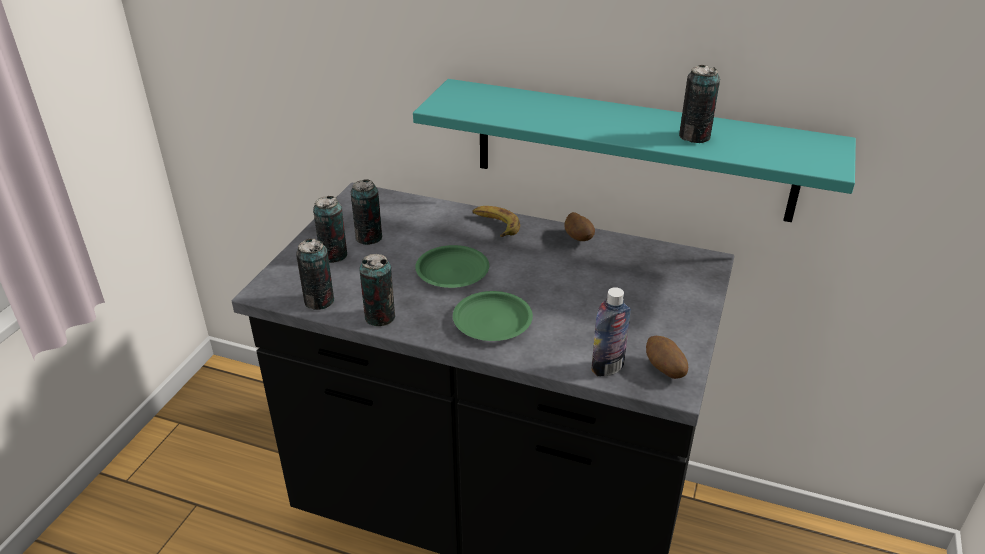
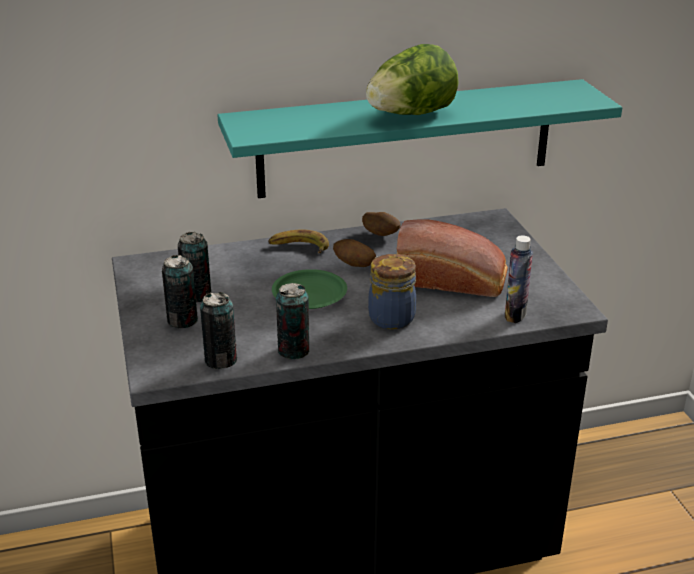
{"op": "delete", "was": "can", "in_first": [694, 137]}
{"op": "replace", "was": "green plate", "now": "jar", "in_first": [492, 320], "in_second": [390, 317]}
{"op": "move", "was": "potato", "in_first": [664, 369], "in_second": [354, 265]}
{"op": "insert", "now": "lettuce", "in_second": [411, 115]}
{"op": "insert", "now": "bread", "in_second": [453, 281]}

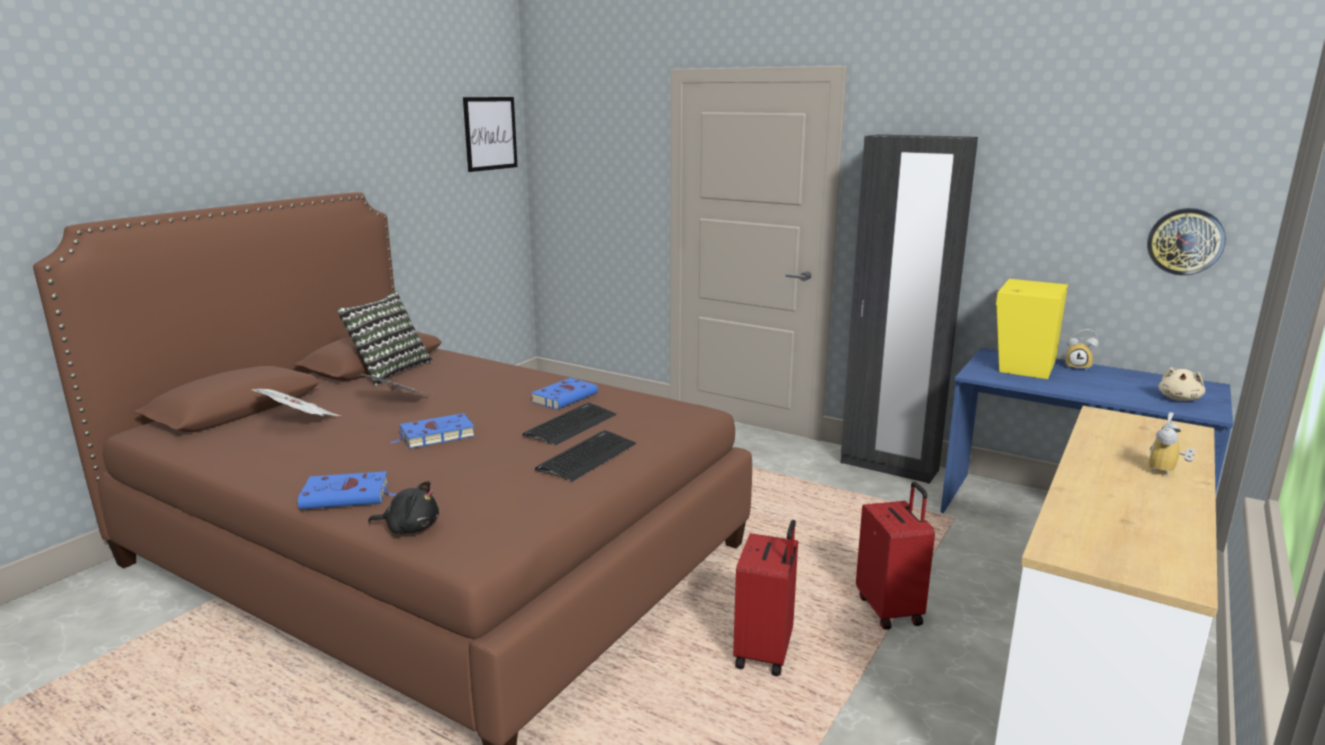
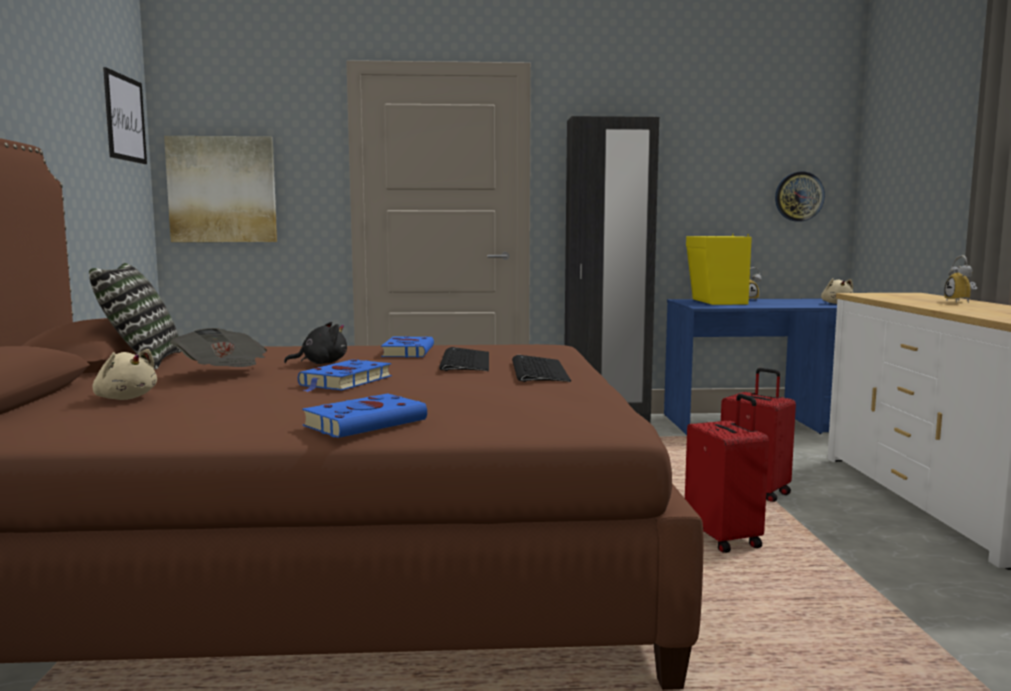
{"op": "replace", "was": "newspaper", "now": "beige plush toy", "in_first": [300, 421], "in_second": [125, 398]}
{"op": "move", "was": "black plush toy", "in_first": [410, 528], "in_second": [321, 363]}
{"op": "insert", "now": "picture", "in_second": [222, 189]}

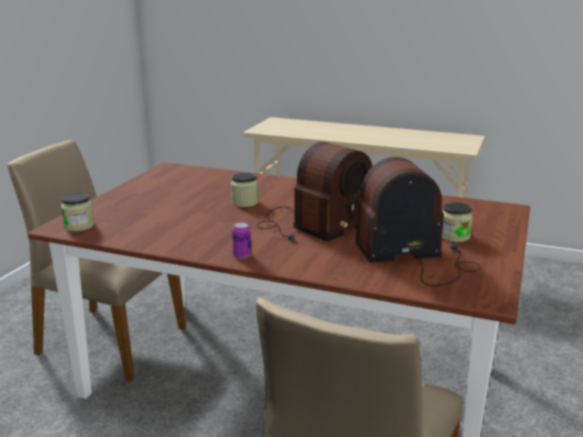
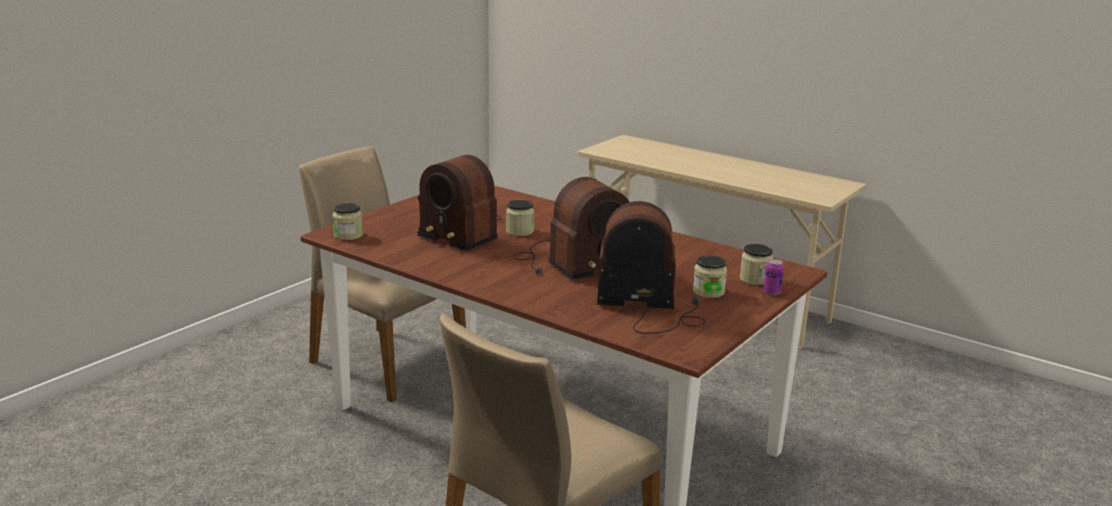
{"op": "move", "was": "can", "in_first": [242, 256], "in_second": [771, 292]}
{"op": "insert", "now": "radio", "in_second": [459, 231]}
{"op": "insert", "now": "jar", "in_second": [755, 279]}

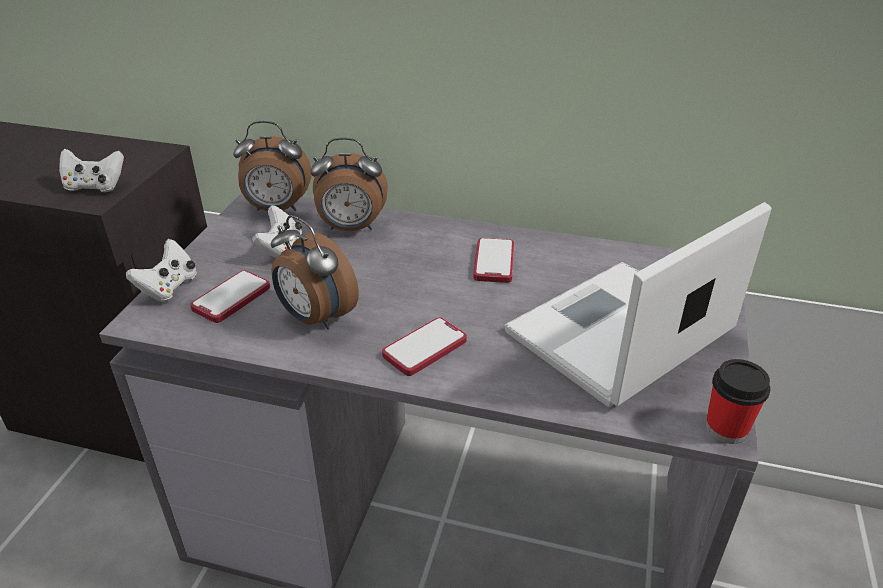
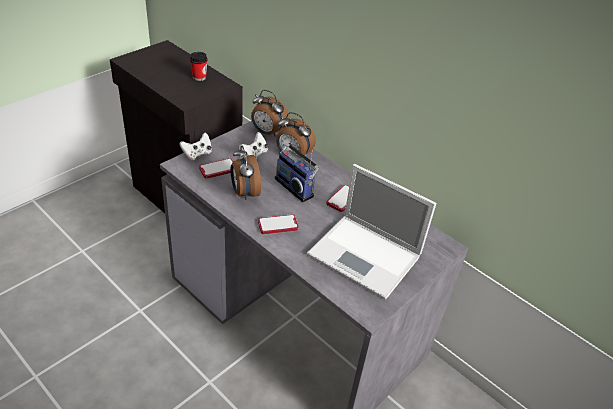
{"op": "delete", "was": "white game controller", "in_first": [95, 187]}
{"op": "rotate", "was": "laptop", "in_first": [617, 334], "in_second": [366, 256], "clockwise": -135}
{"op": "move", "was": "cup", "in_first": [726, 428], "in_second": [199, 77]}
{"op": "insert", "now": "radio", "in_second": [296, 186]}

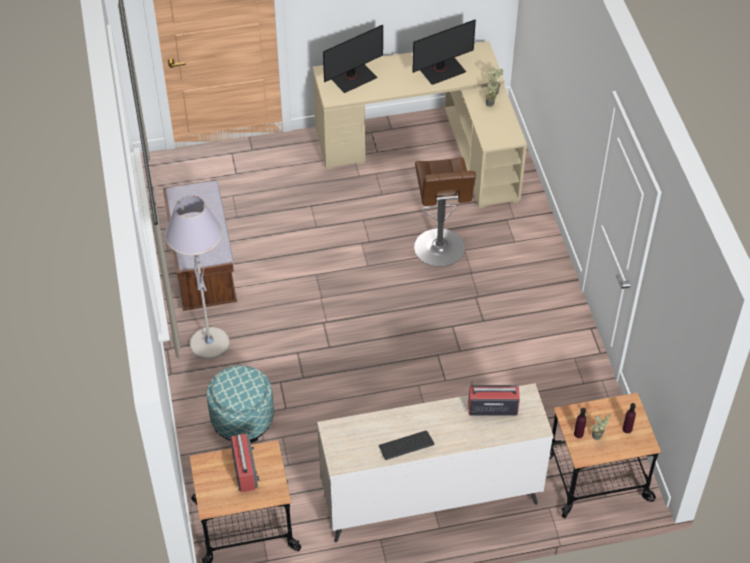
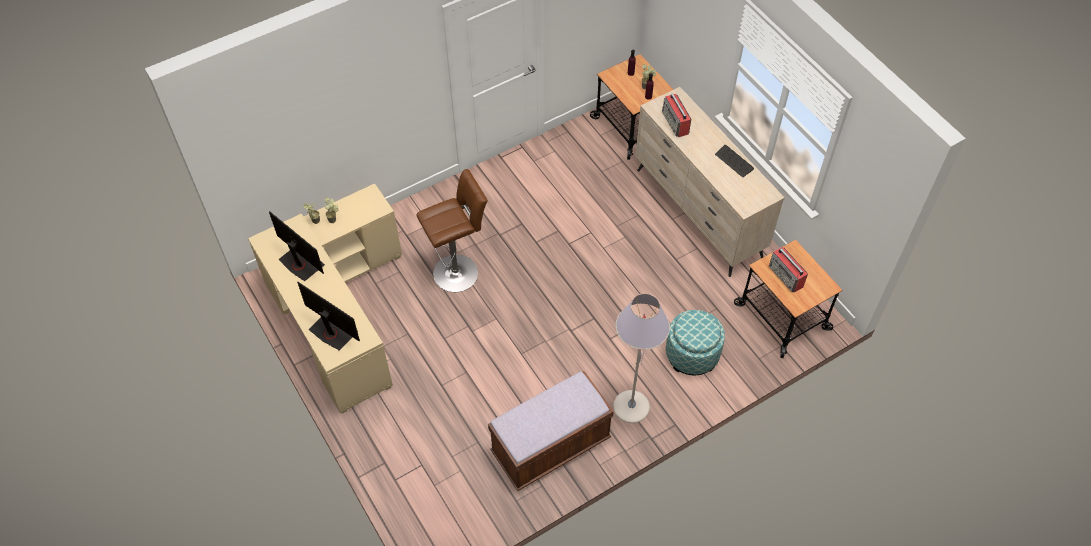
{"op": "rotate", "was": "radio", "in_first": [244, 469], "in_second": [786, 276], "clockwise": -90}

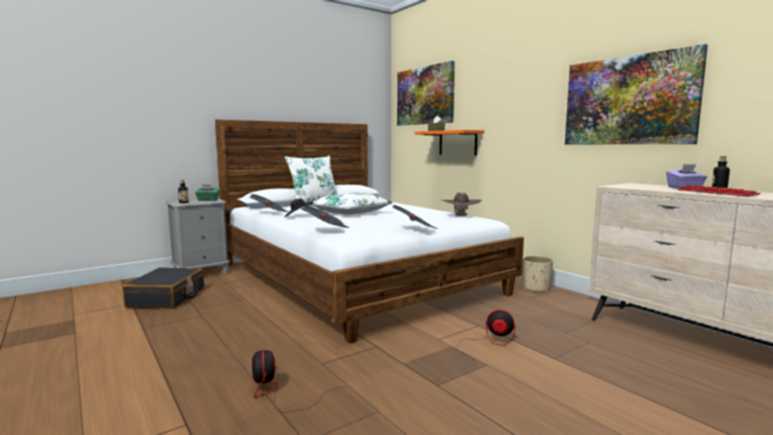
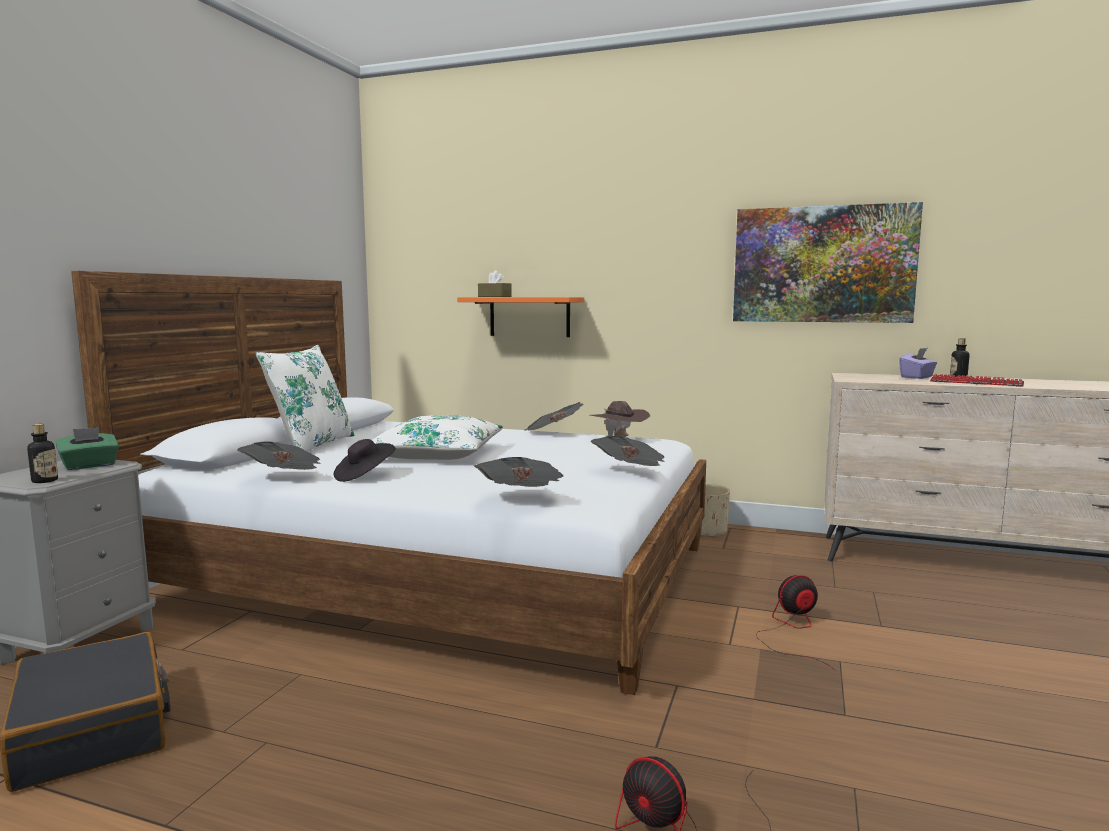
{"op": "delete", "was": "picture", "in_first": [424, 96]}
{"op": "insert", "now": "newspaper", "in_second": [553, 433]}

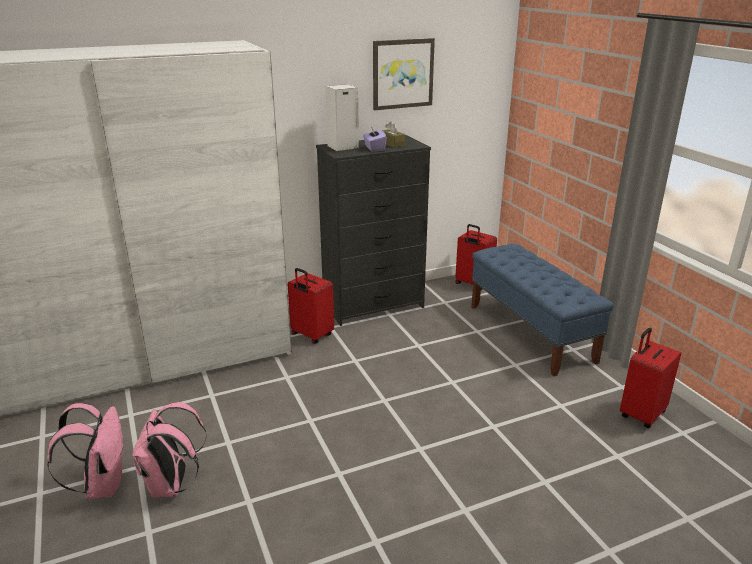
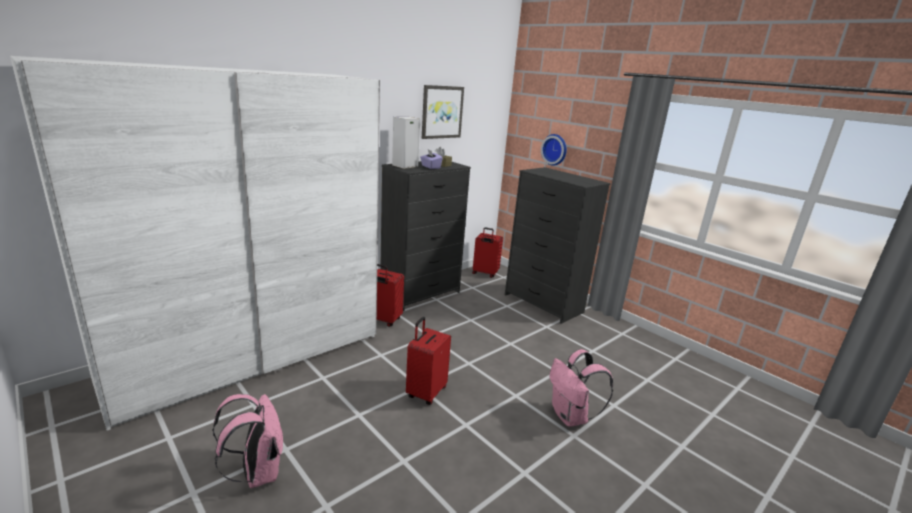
{"op": "replace", "was": "blue bench", "now": "black dresser", "in_first": [530, 333], "in_second": [544, 304]}
{"op": "move", "was": "red suitcase", "in_first": [641, 414], "in_second": [425, 392]}
{"op": "move", "was": "pink backpack", "in_first": [171, 486], "in_second": [571, 417]}
{"op": "insert", "now": "wall clock", "in_second": [555, 149]}

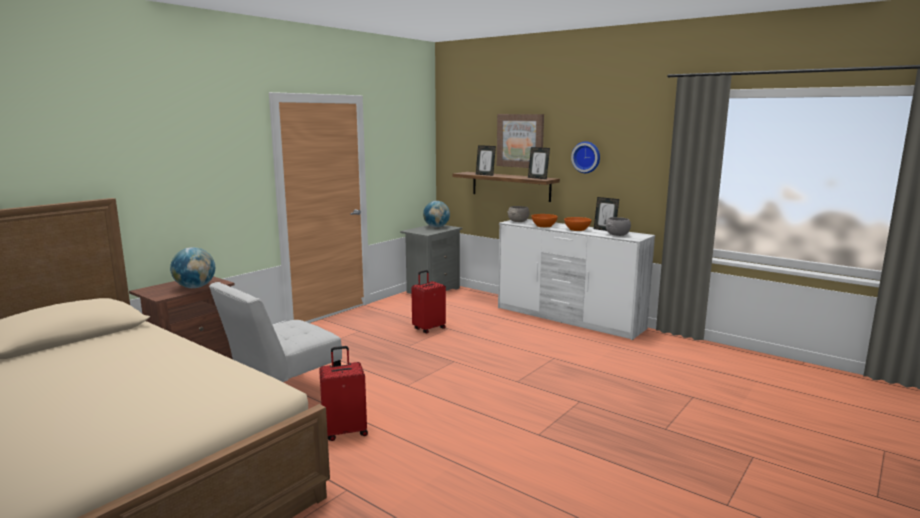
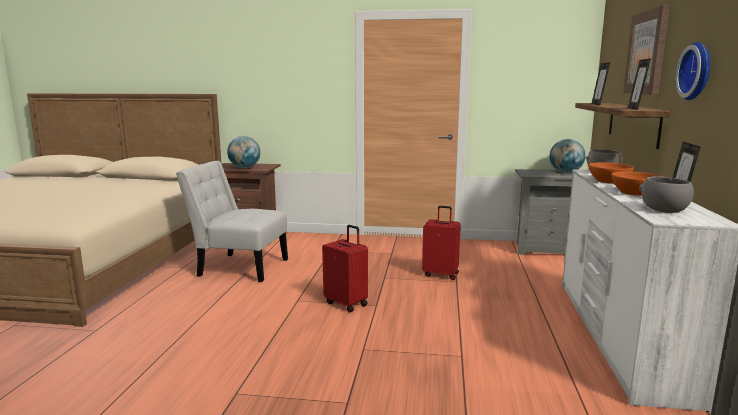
{"op": "move", "was": "red suitcase", "in_first": [345, 431], "in_second": [347, 303]}

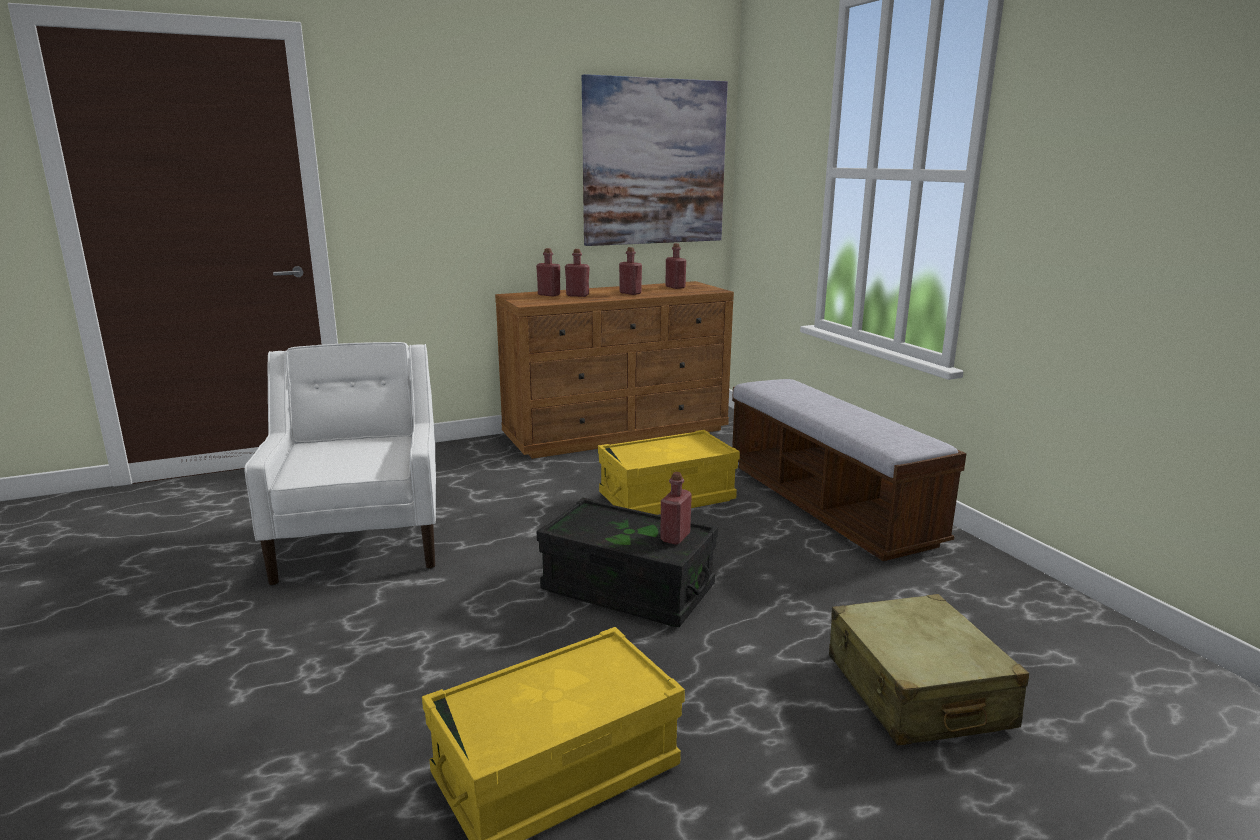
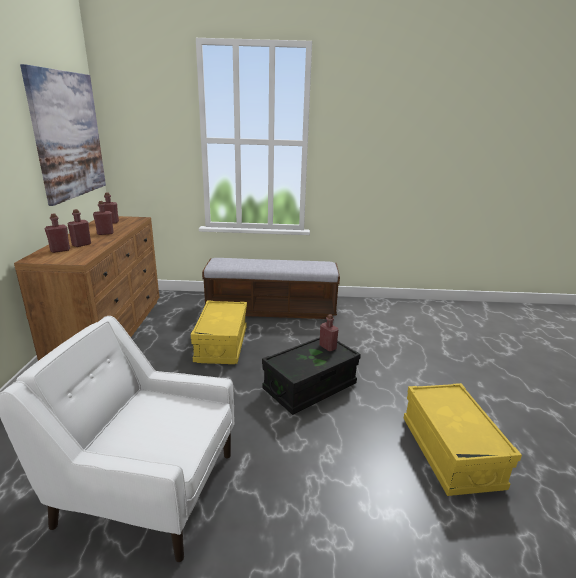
{"op": "delete", "was": "beige suitcase", "in_first": [916, 691]}

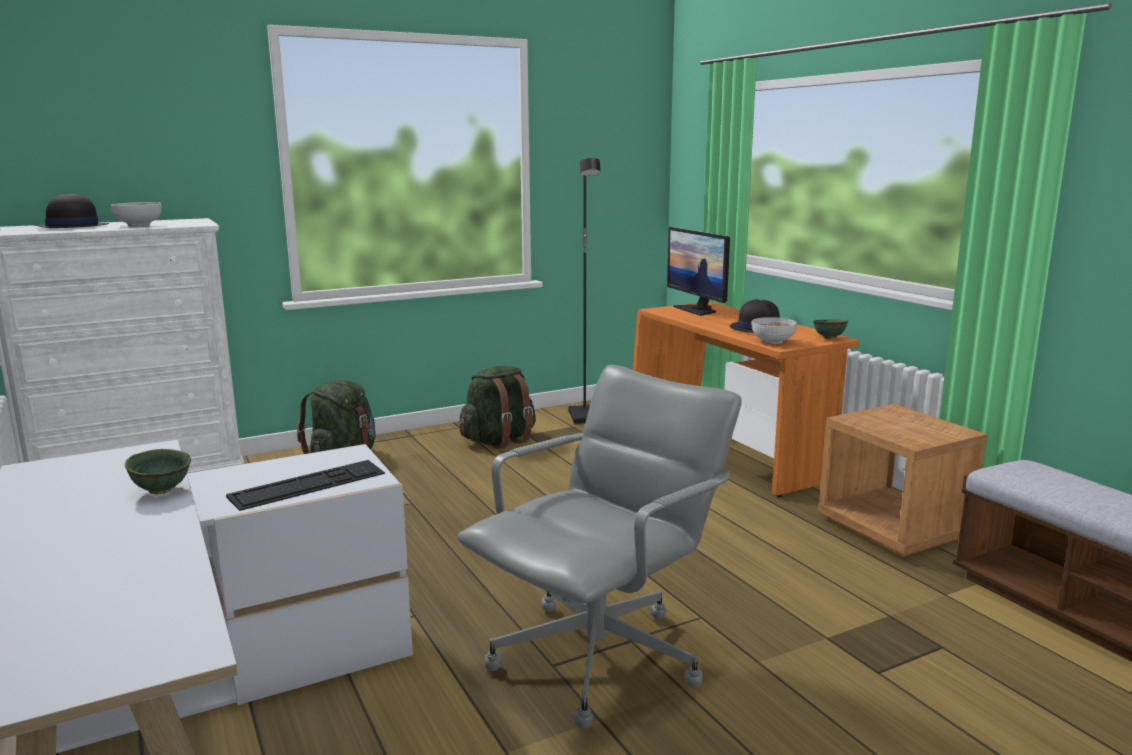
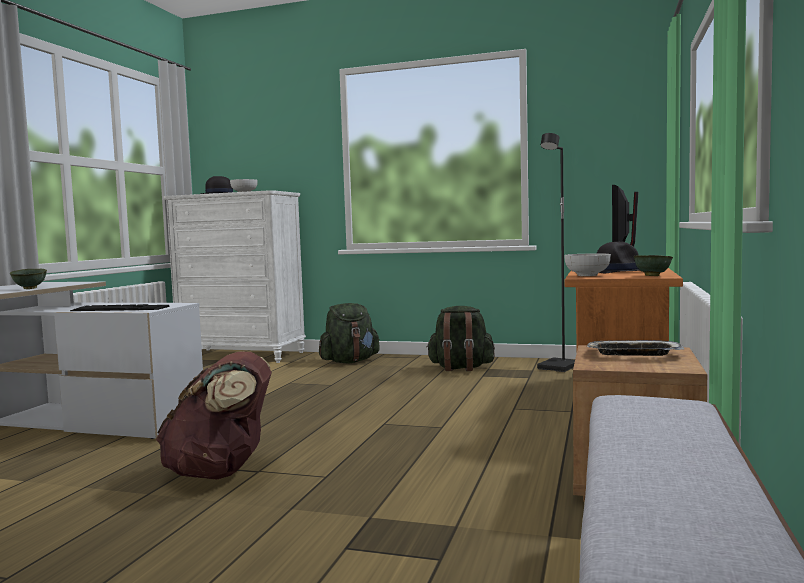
{"op": "replace", "was": "grey office chair", "now": "brown backpack", "in_first": [599, 658], "in_second": [221, 472]}
{"op": "insert", "now": "tray", "in_second": [633, 354]}

